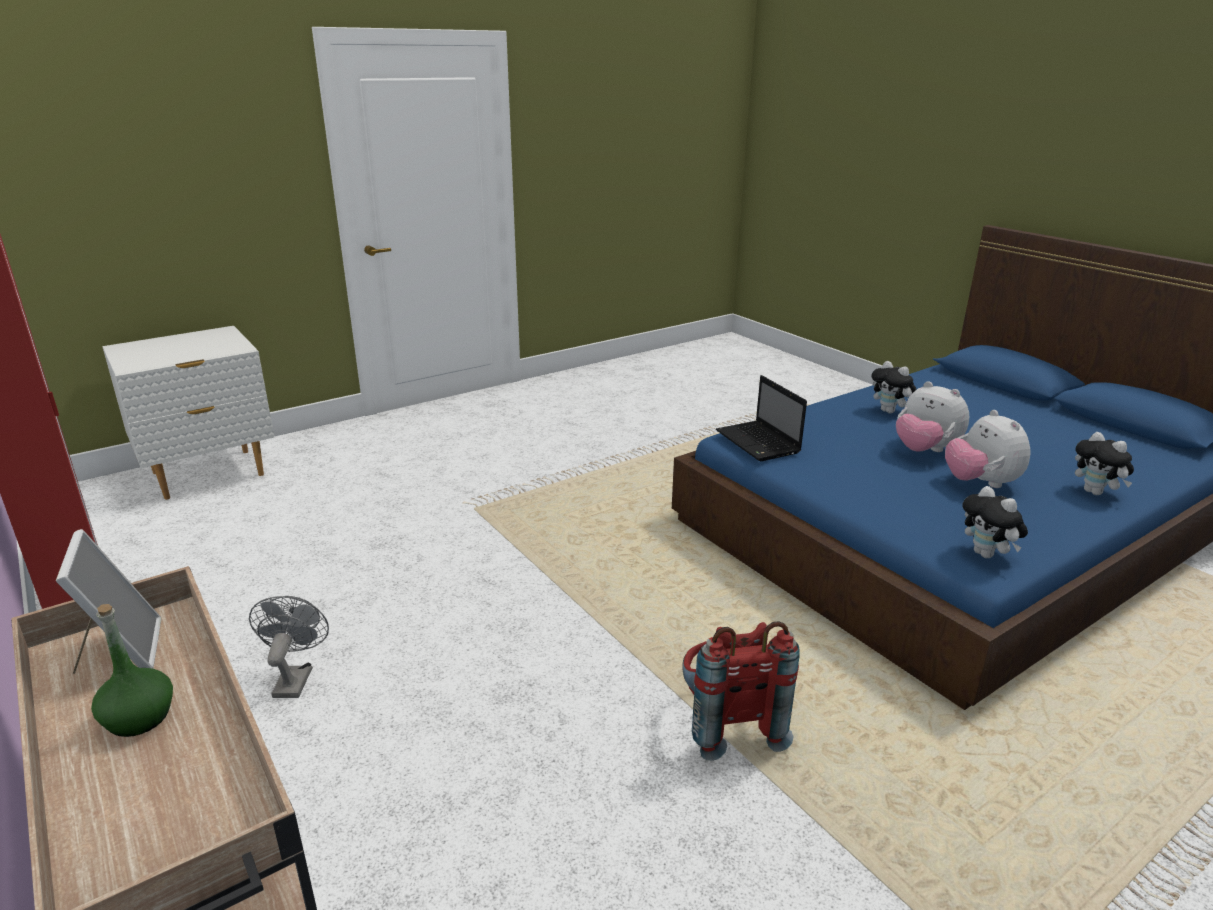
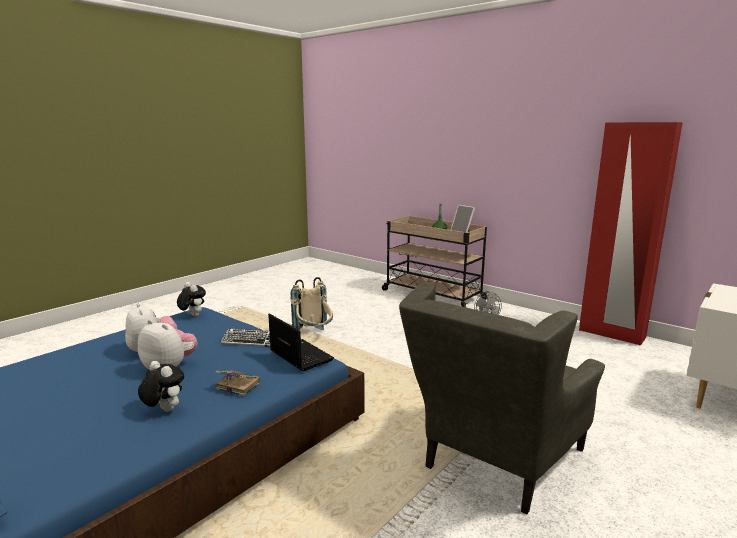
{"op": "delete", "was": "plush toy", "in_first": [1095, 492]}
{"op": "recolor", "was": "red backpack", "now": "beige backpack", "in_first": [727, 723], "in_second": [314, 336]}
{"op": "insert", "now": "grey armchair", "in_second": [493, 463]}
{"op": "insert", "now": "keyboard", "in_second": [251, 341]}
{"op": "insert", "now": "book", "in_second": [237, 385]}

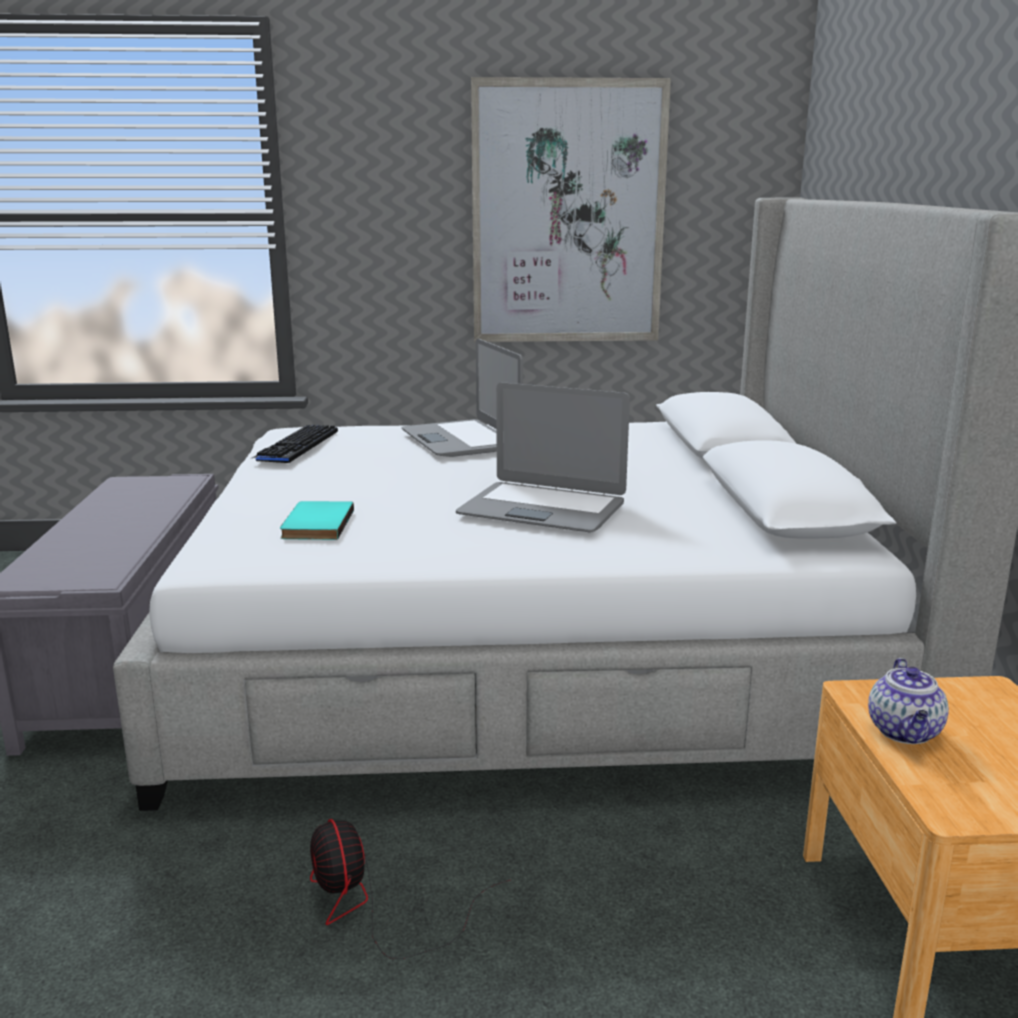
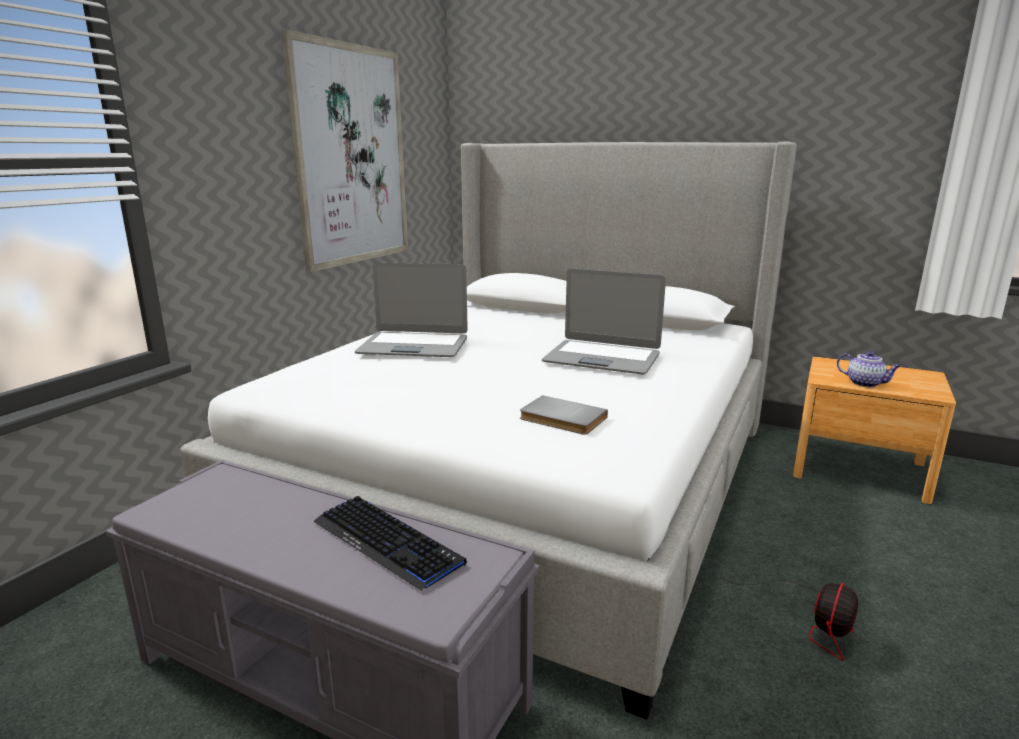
{"op": "rotate", "was": "laptop", "in_first": [542, 509], "in_second": [602, 358], "clockwise": 60}
{"op": "move", "was": "keyboard", "in_first": [296, 446], "in_second": [387, 542]}
{"op": "recolor", "was": "turquoise book", "now": "grey book", "in_first": [315, 524], "in_second": [561, 419]}
{"op": "rotate", "was": "fan", "in_first": [374, 907], "in_second": [812, 621], "clockwise": -60}

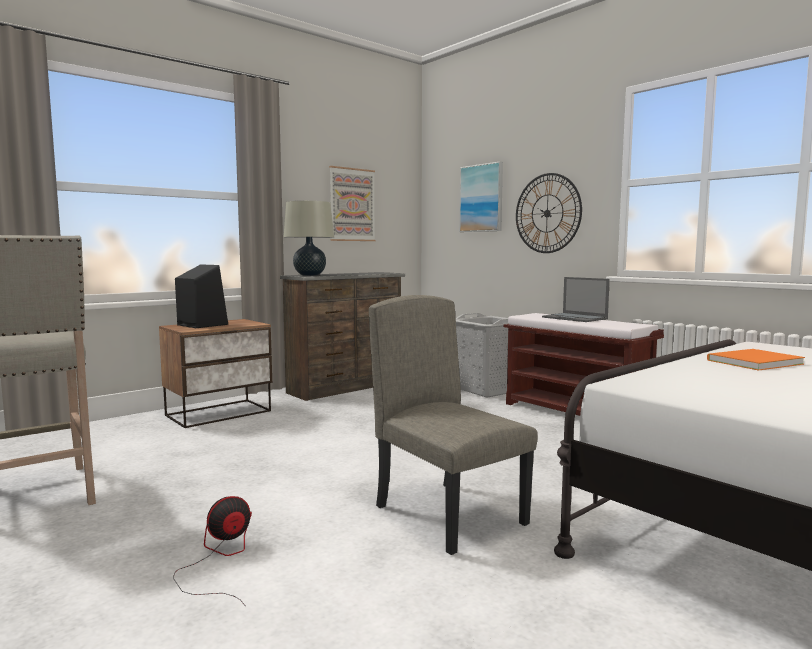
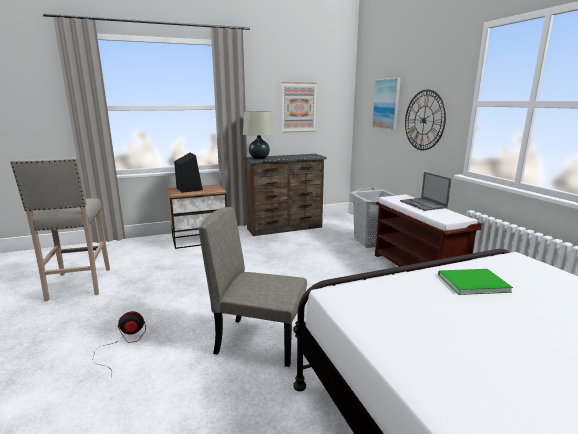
{"op": "rotate", "was": "beige chair", "in_first": [450, 515], "in_second": [260, 340], "clockwise": -60}
{"op": "recolor", "was": "orange book", "now": "green book", "in_first": [751, 362], "in_second": [470, 282]}

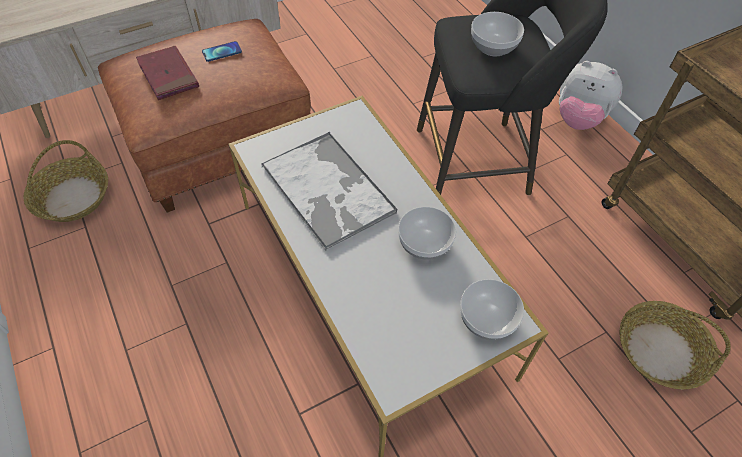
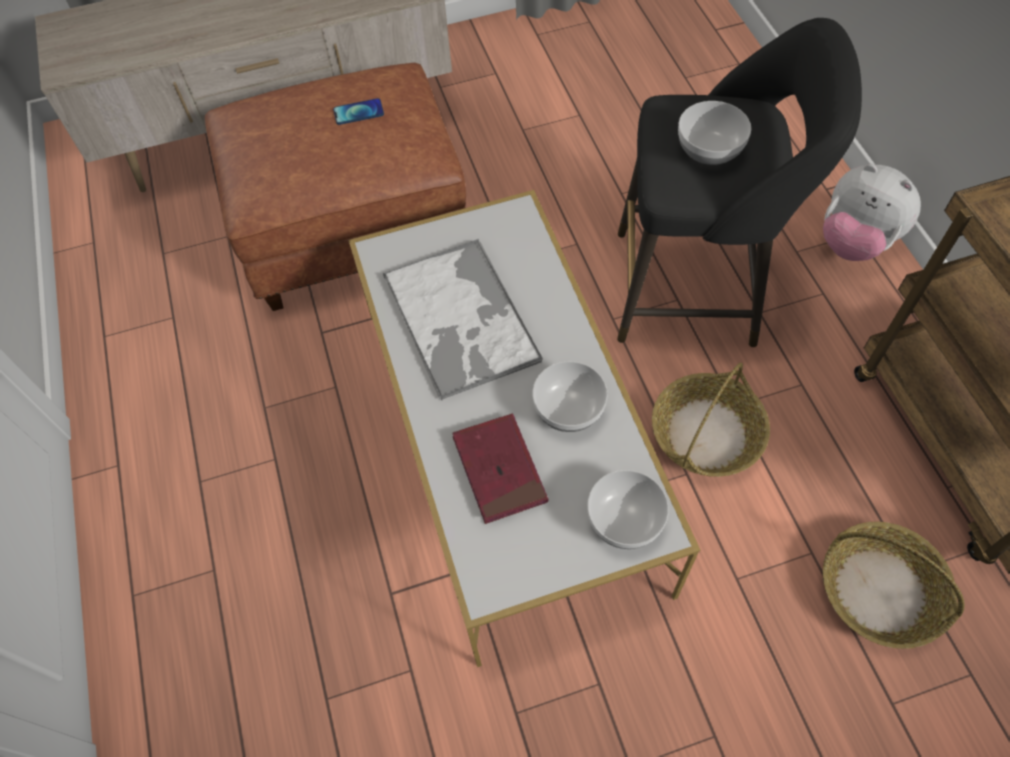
{"op": "move", "was": "red book", "in_first": [168, 75], "in_second": [499, 470]}
{"op": "move", "was": "basket", "in_first": [73, 197], "in_second": [706, 433]}

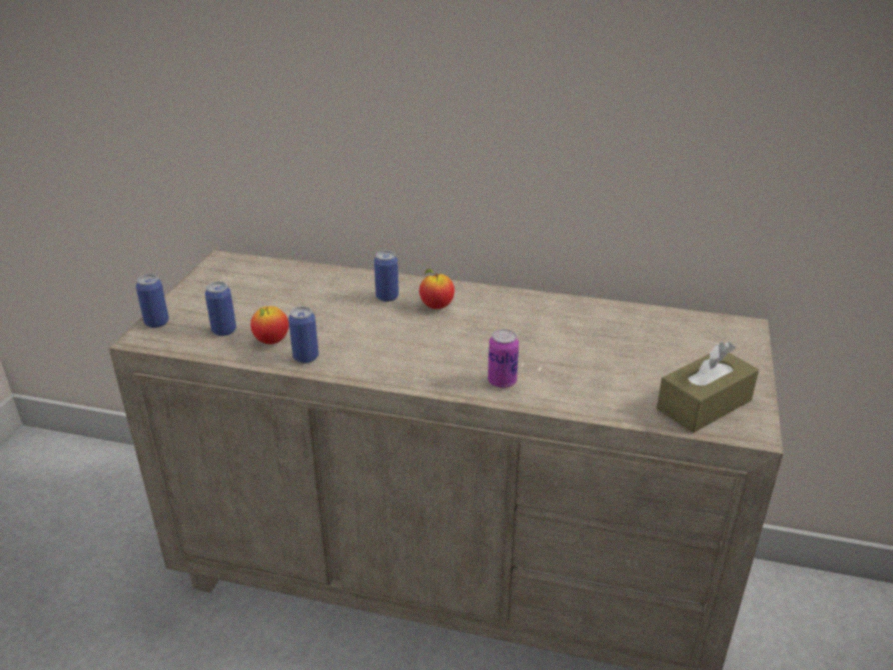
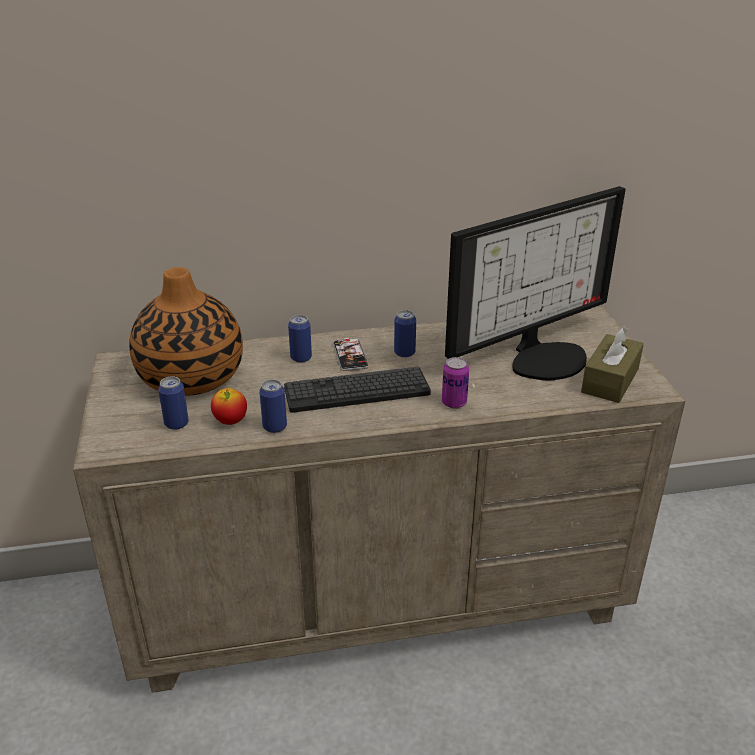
{"op": "replace", "was": "apple", "now": "phone", "in_first": [436, 306], "in_second": [350, 356]}
{"op": "move", "was": "can", "in_first": [157, 322], "in_second": [404, 353]}
{"op": "insert", "now": "monitor", "in_second": [544, 357]}
{"op": "insert", "now": "vase", "in_second": [190, 377]}
{"op": "insert", "now": "keyboard", "in_second": [357, 391]}

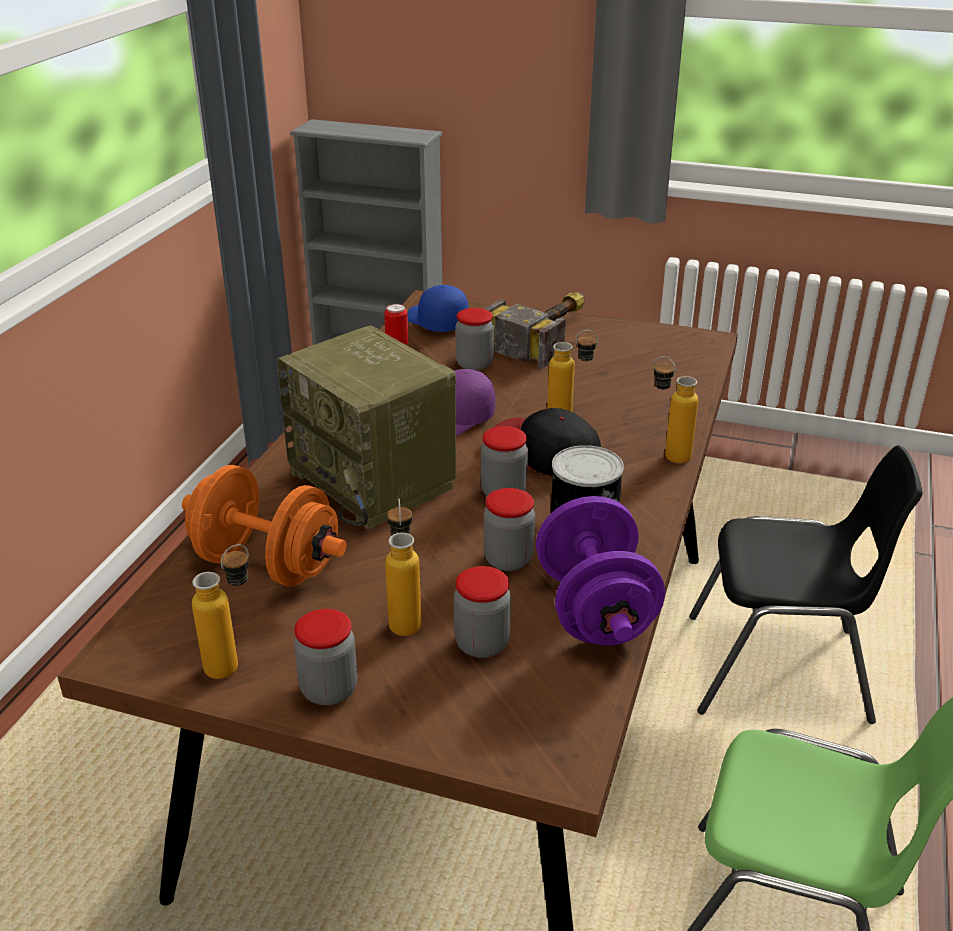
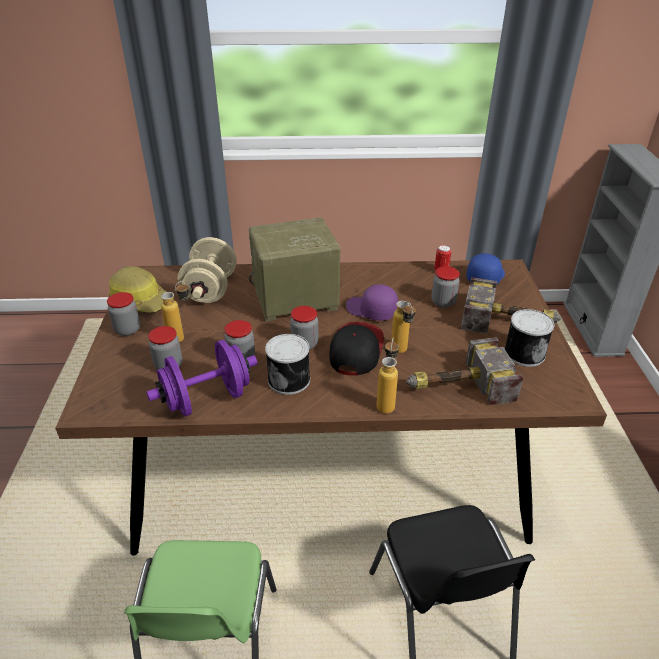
{"op": "rotate", "was": "radio", "in_first": [375, 480], "in_second": [294, 300], "clockwise": 45}
{"op": "recolor", "was": "orange dumbbell", "now": "beige dumbbell", "in_first": [267, 564], "in_second": [210, 289]}
{"op": "replace", "was": "bottle", "now": "hard hat", "in_first": [234, 662], "in_second": [141, 301]}
{"op": "insert", "now": "can", "in_second": [523, 352]}
{"op": "insert", "now": "hammer", "in_second": [455, 386]}

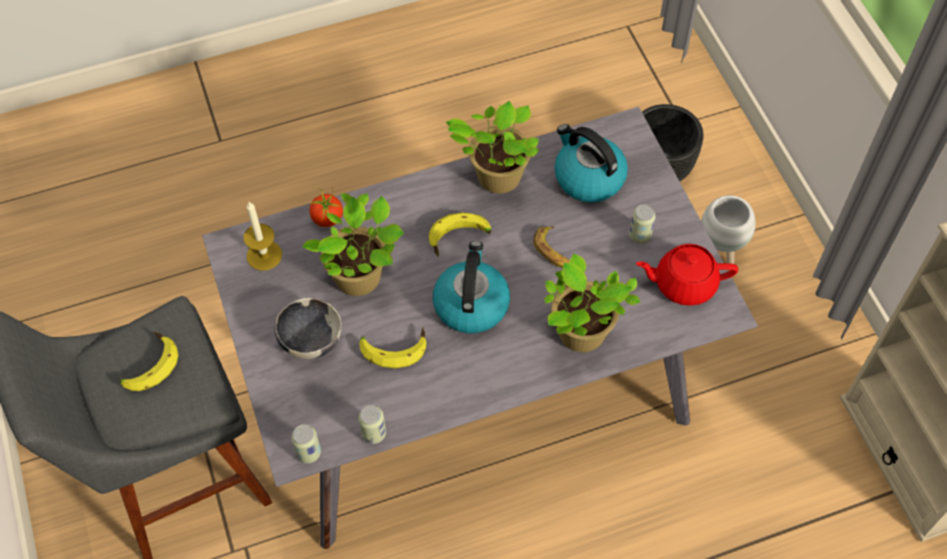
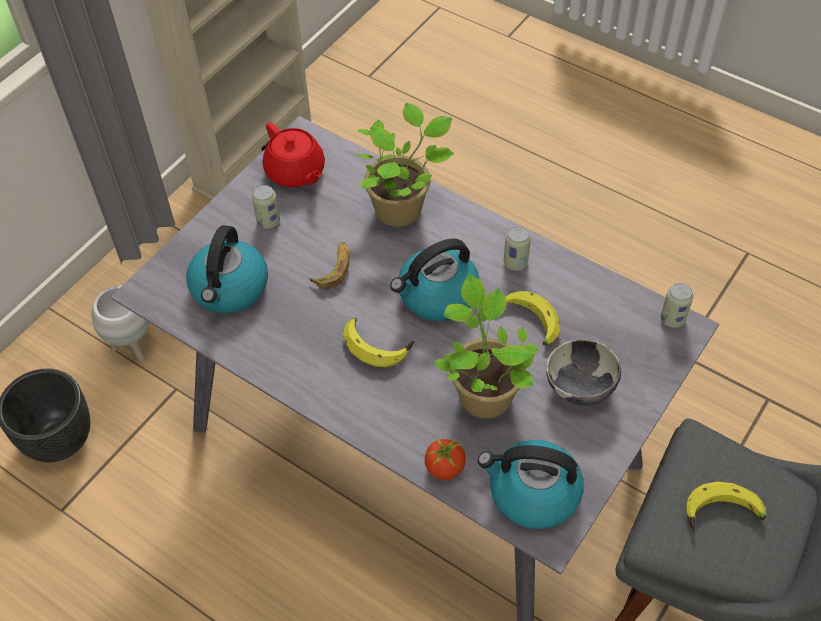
{"op": "delete", "was": "potted plant", "in_first": [495, 178]}
{"op": "replace", "was": "candle", "now": "kettle", "in_first": [264, 255], "in_second": [532, 493]}
{"op": "move", "was": "can", "in_first": [374, 433], "in_second": [515, 263]}

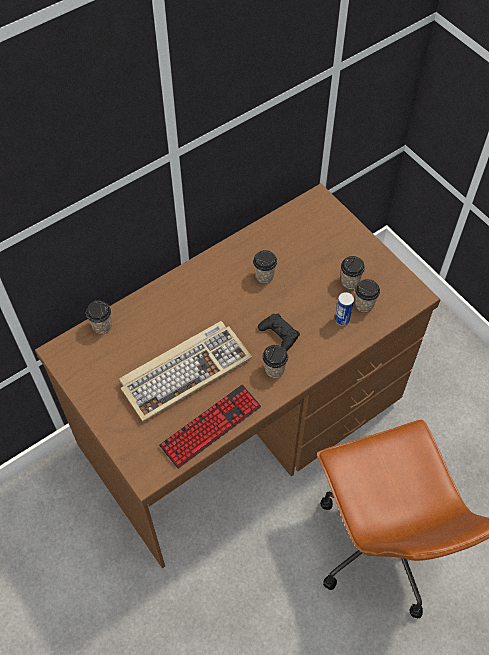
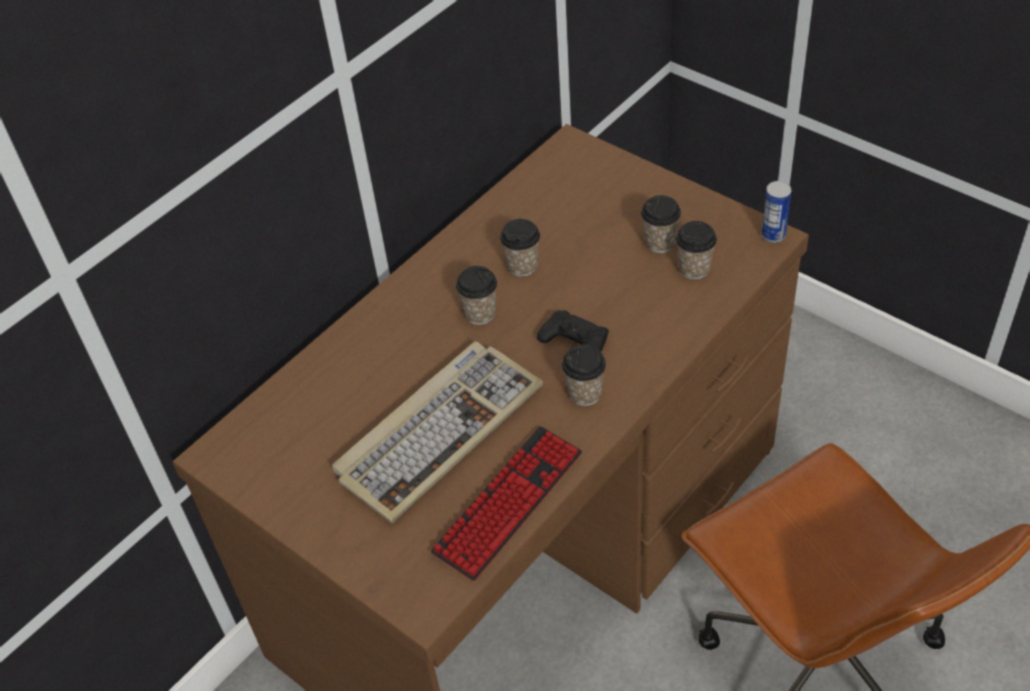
{"op": "move", "was": "can", "in_first": [342, 320], "in_second": [773, 235]}
{"op": "move", "was": "cup", "in_first": [102, 326], "in_second": [480, 313]}

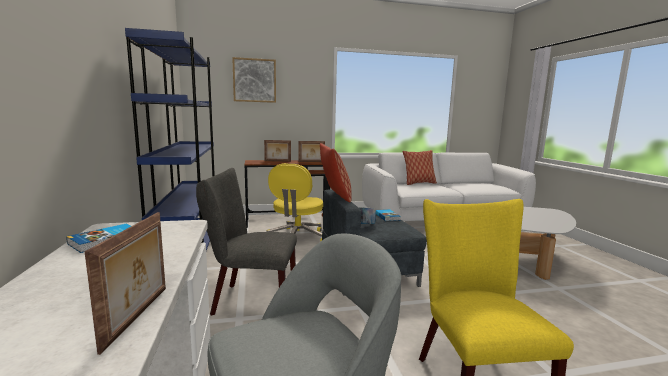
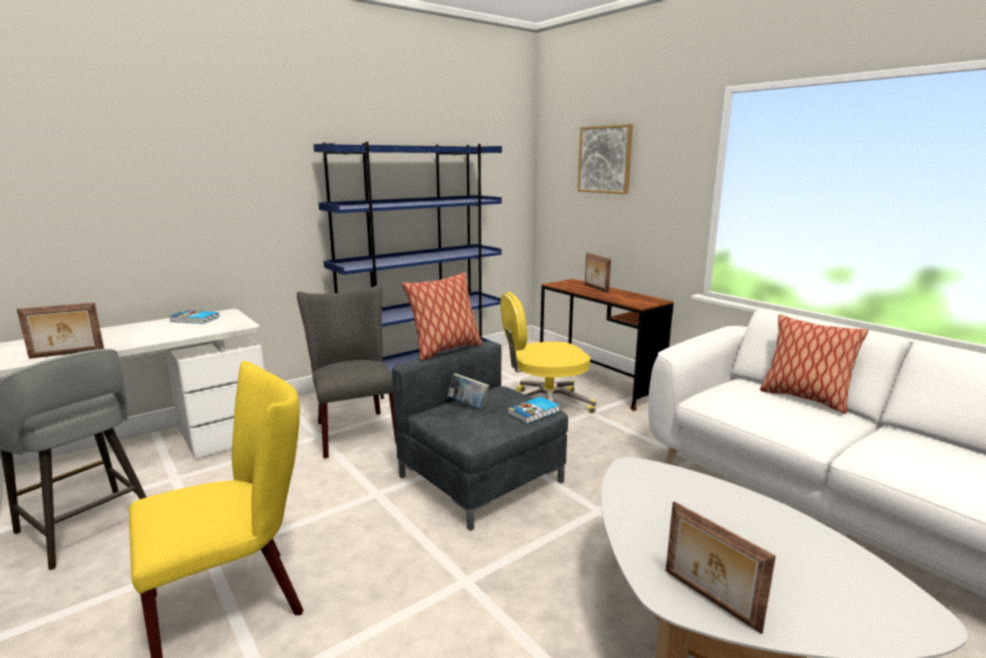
{"op": "move", "was": "picture frame", "in_first": [311, 162], "in_second": [709, 600]}

